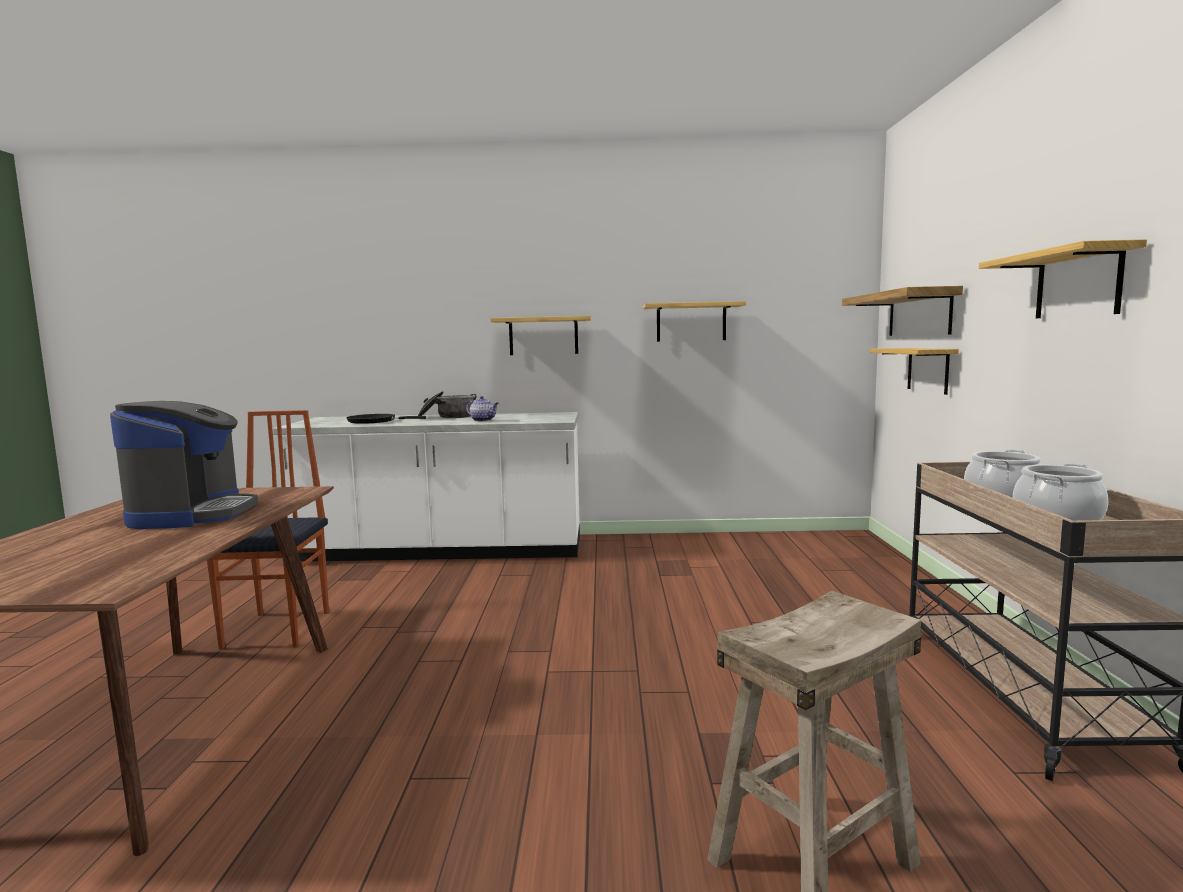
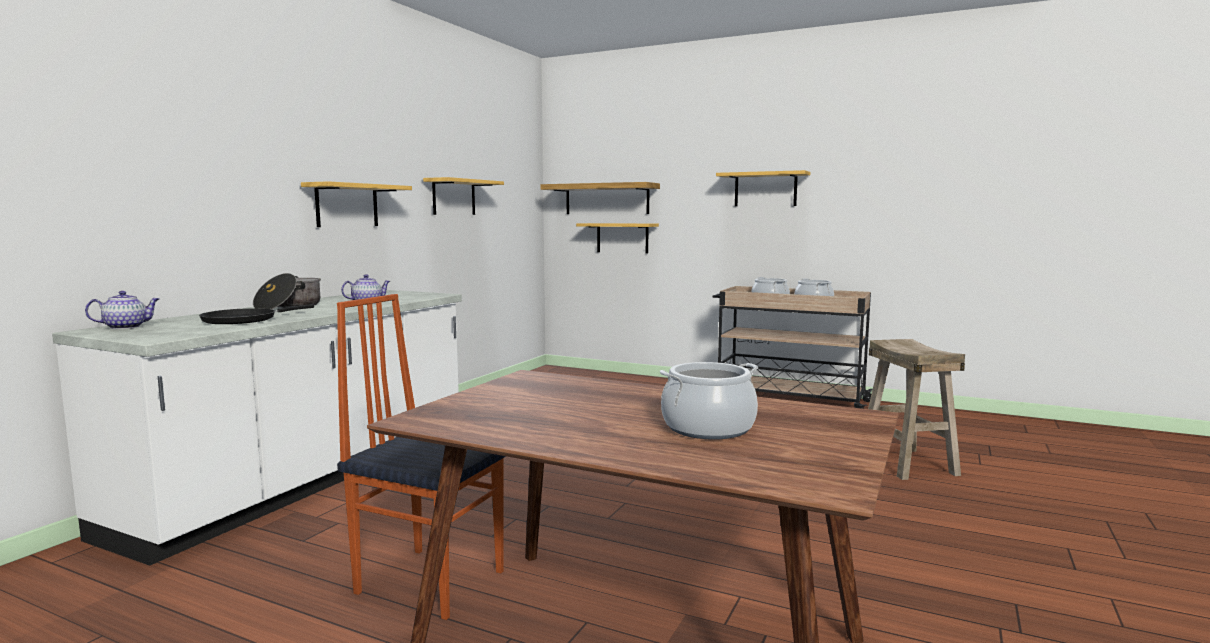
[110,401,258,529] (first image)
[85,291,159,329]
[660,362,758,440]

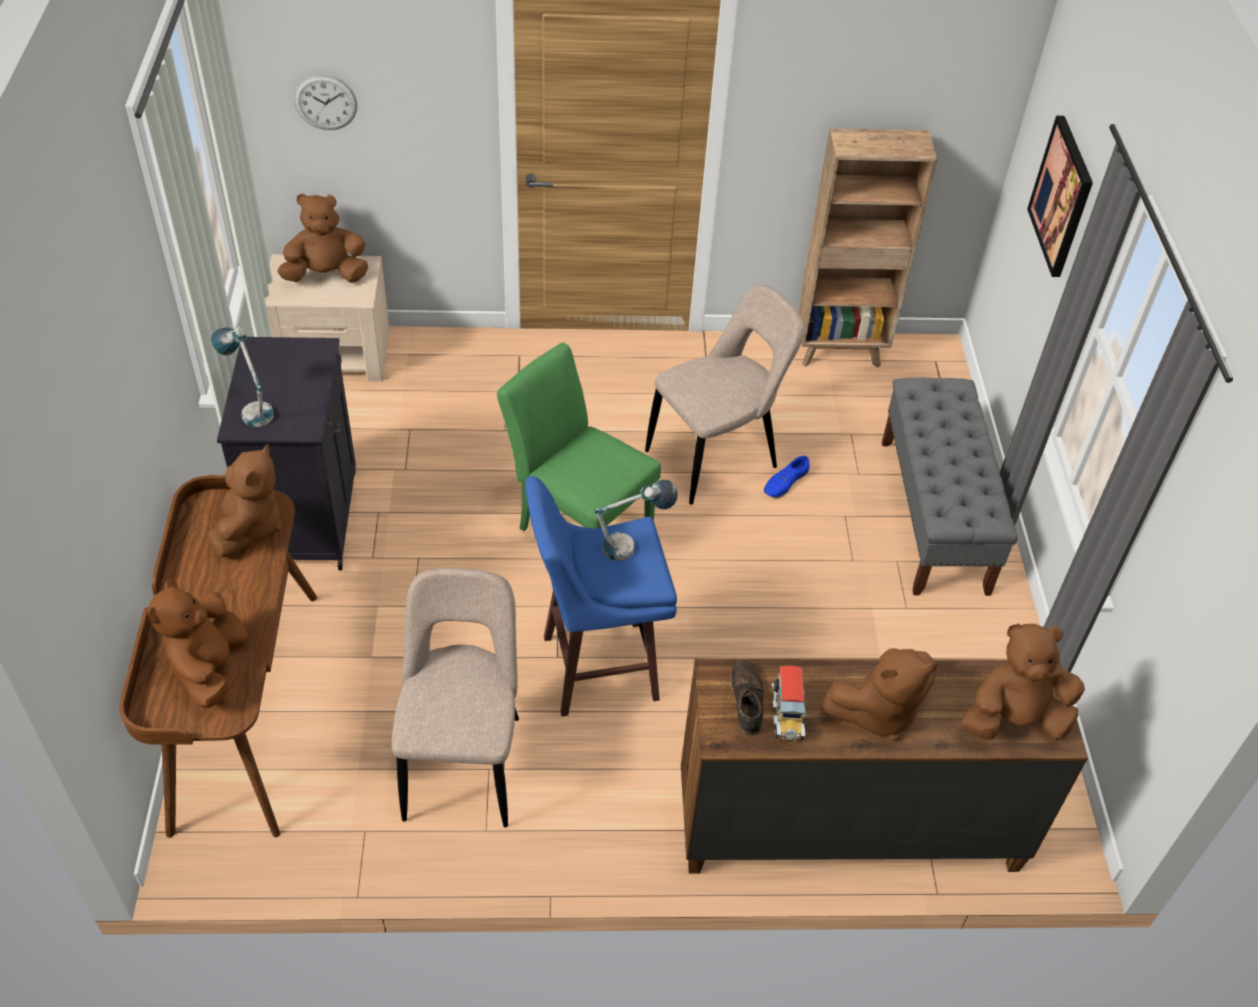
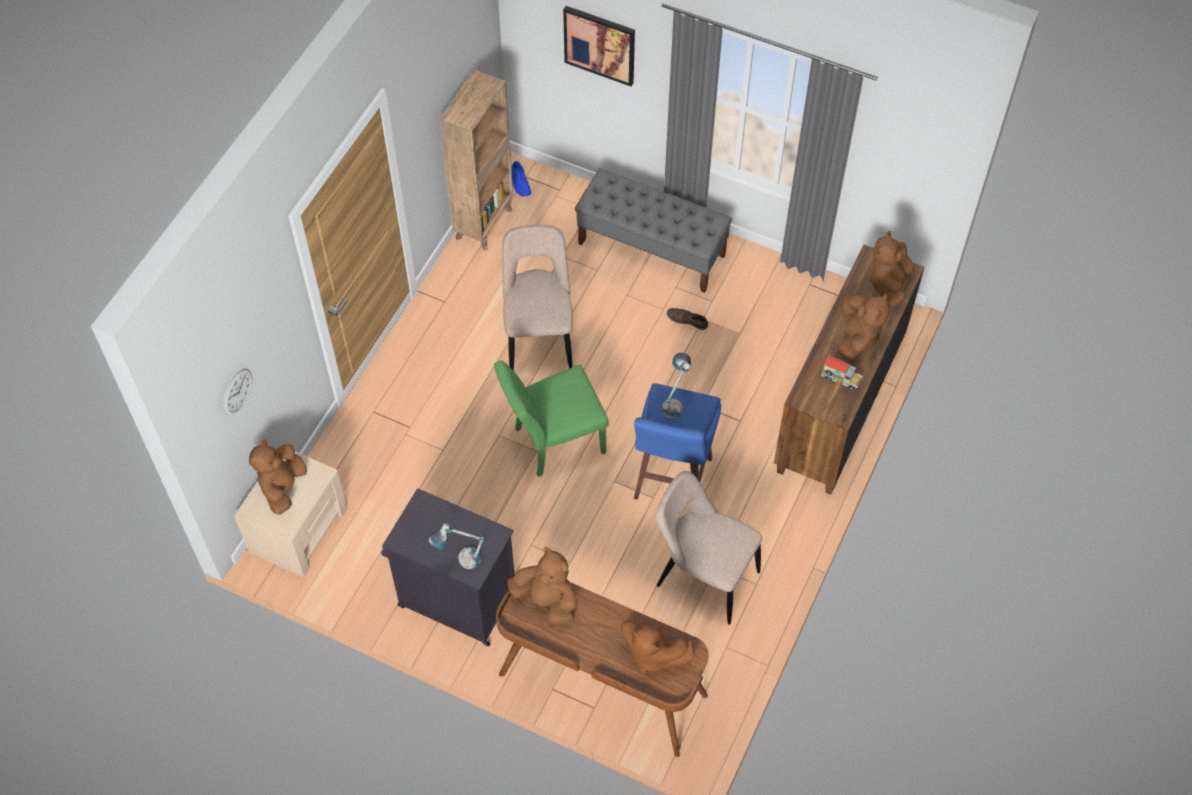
[667,308,708,330]
[512,161,531,197]

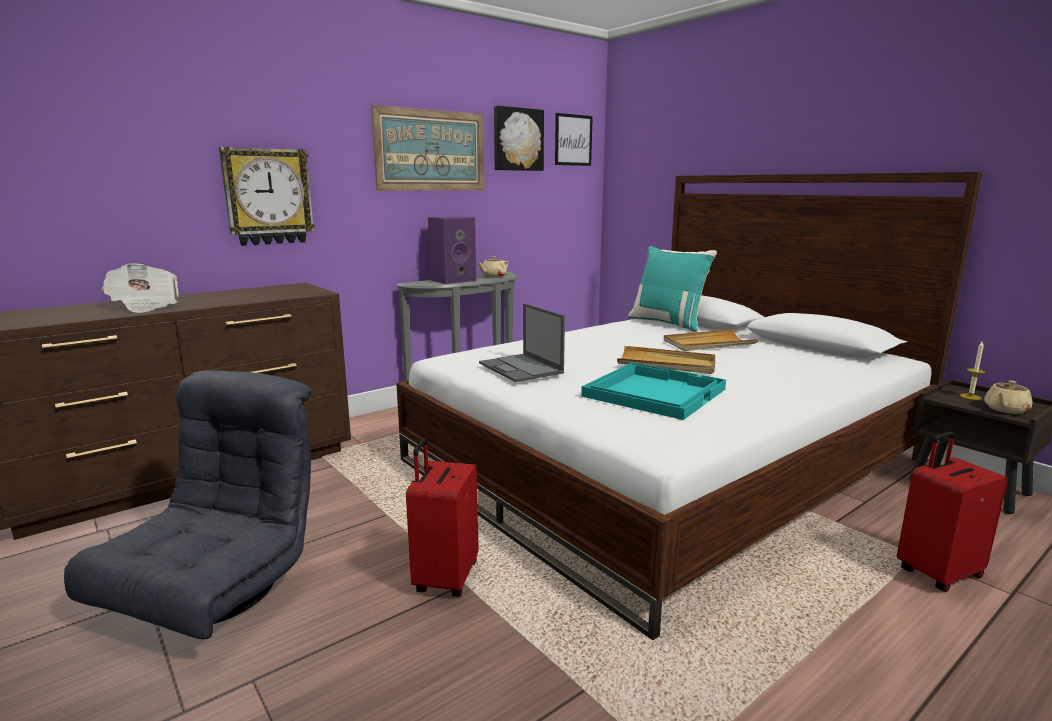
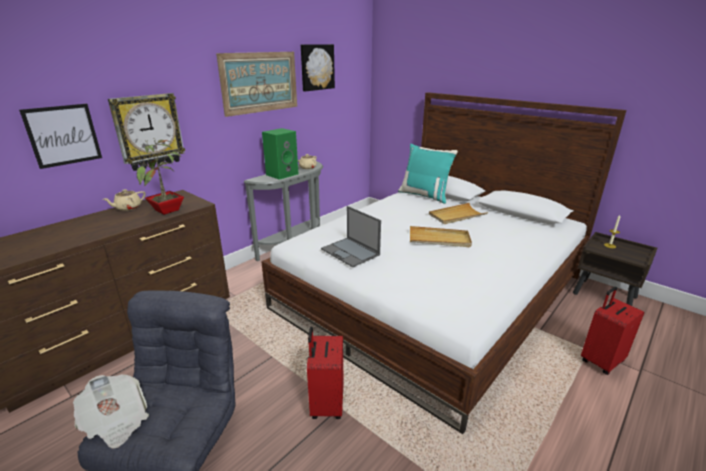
[73,374,149,448]
[262,128,298,180]
[19,104,102,169]
[581,362,726,420] (first image)
[103,189,146,211]
[132,138,184,215]

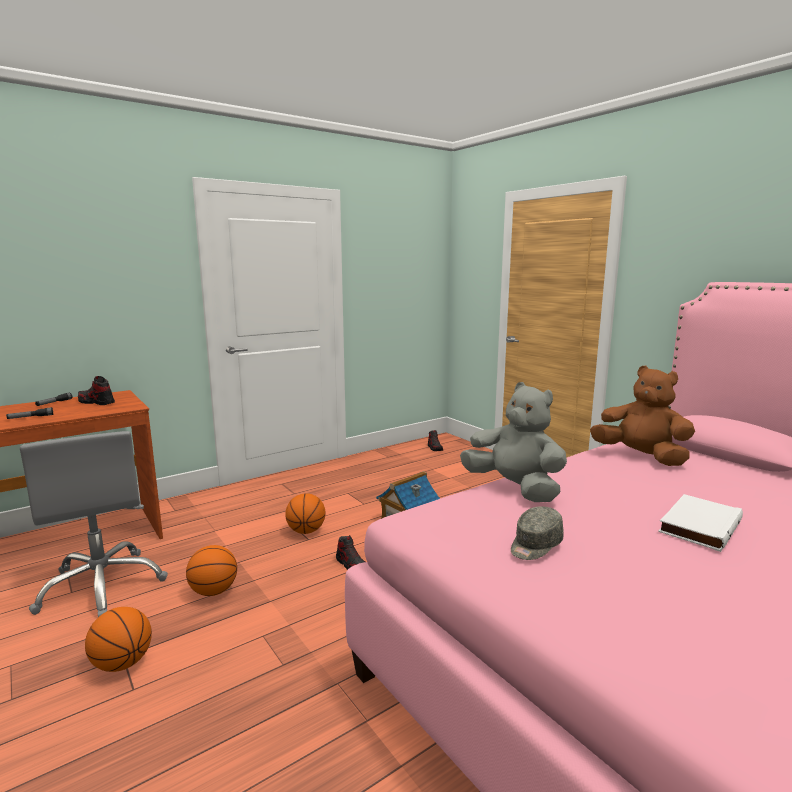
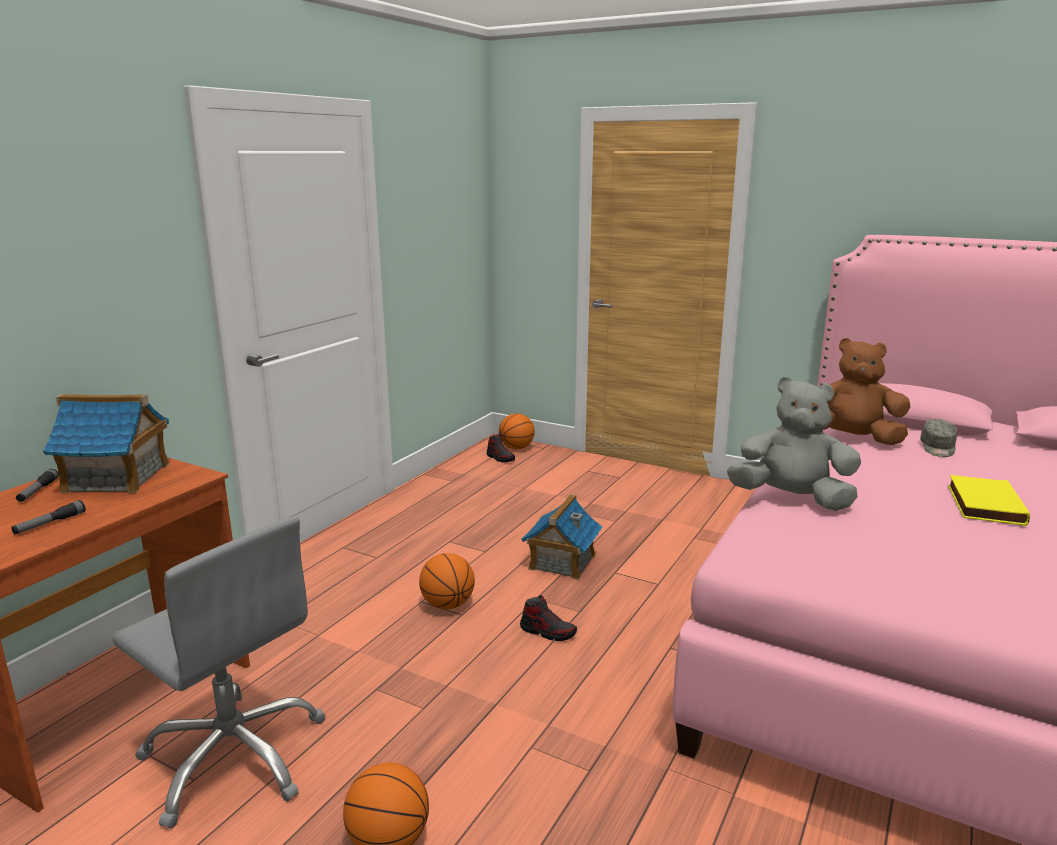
[43,394,169,494]
[499,413,535,449]
[920,419,957,457]
[948,475,1030,526]

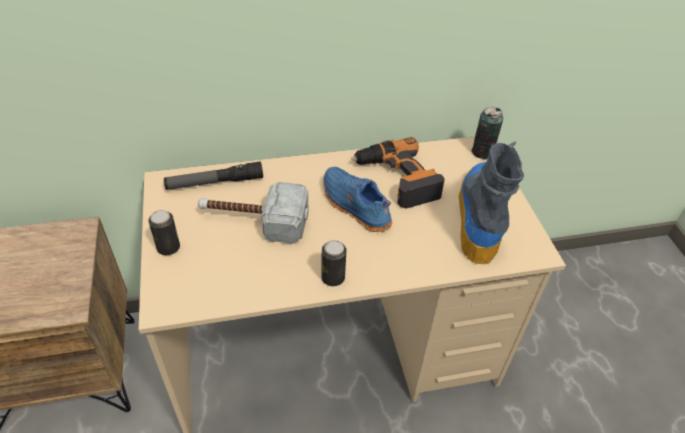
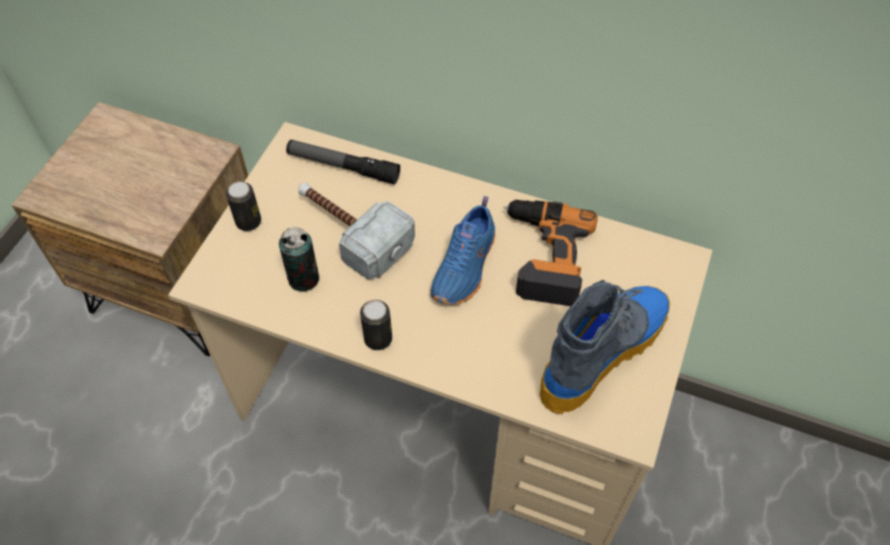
[430,196,495,305]
[279,227,319,292]

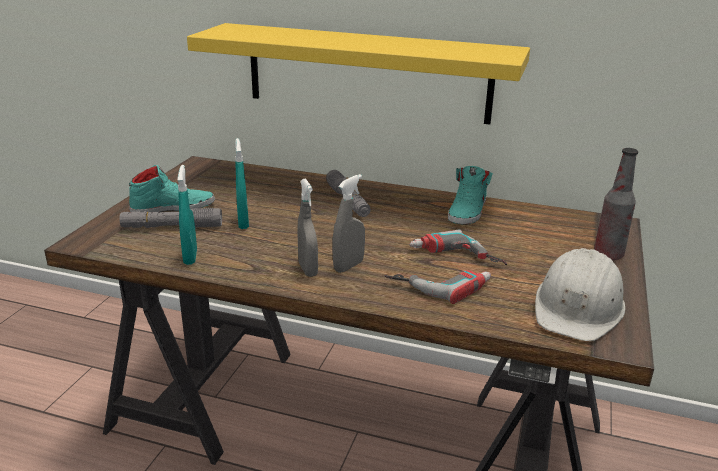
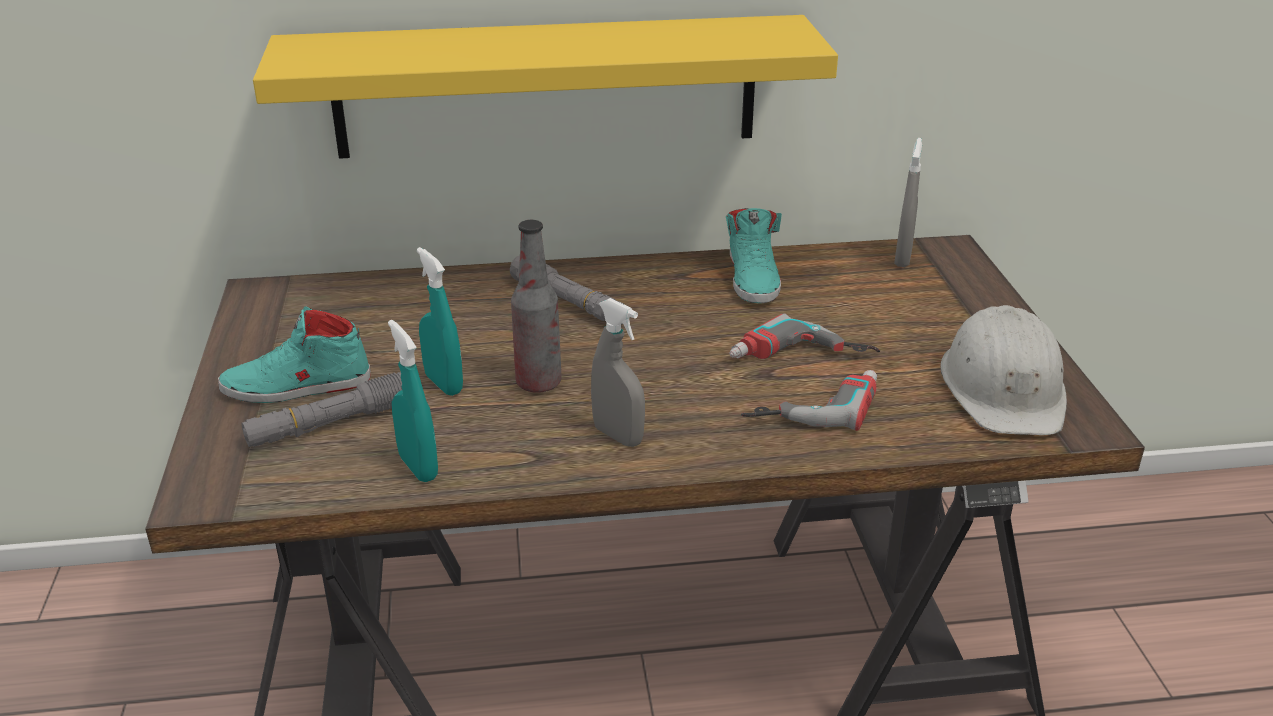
[218,306,371,403]
[894,138,922,267]
[511,220,562,393]

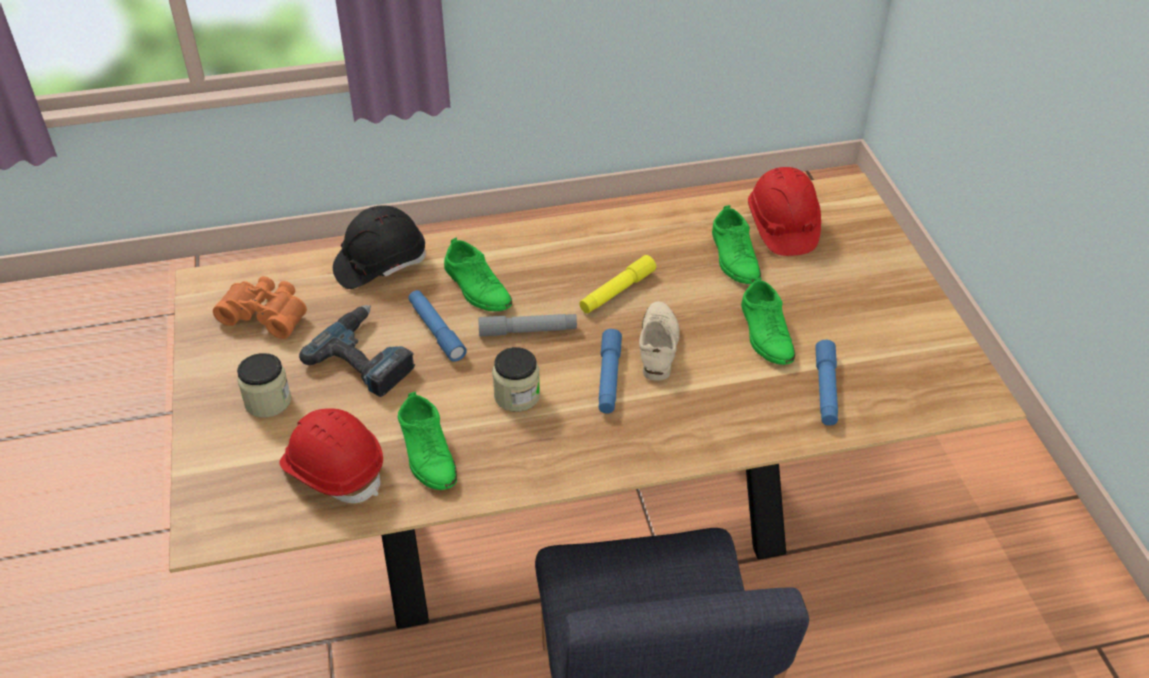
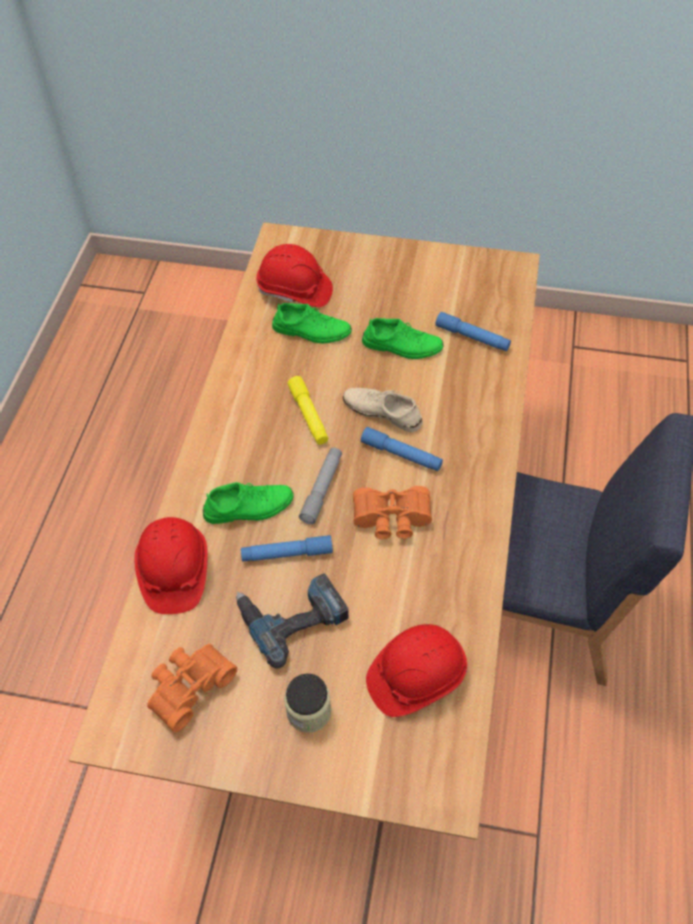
[134,517,208,614]
[398,392,457,490] (first image)
[353,486,432,539]

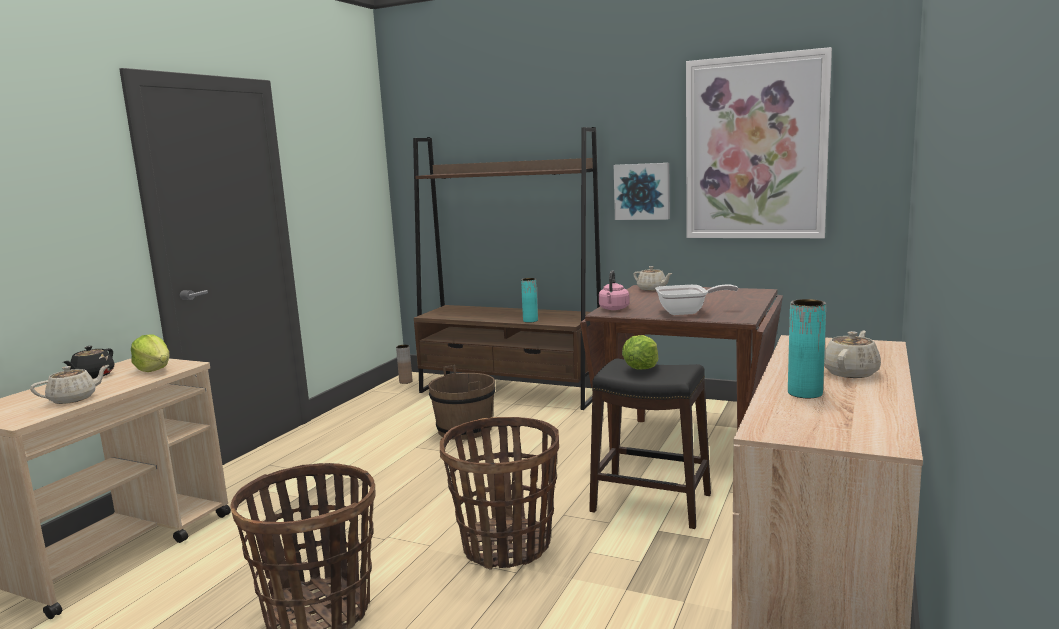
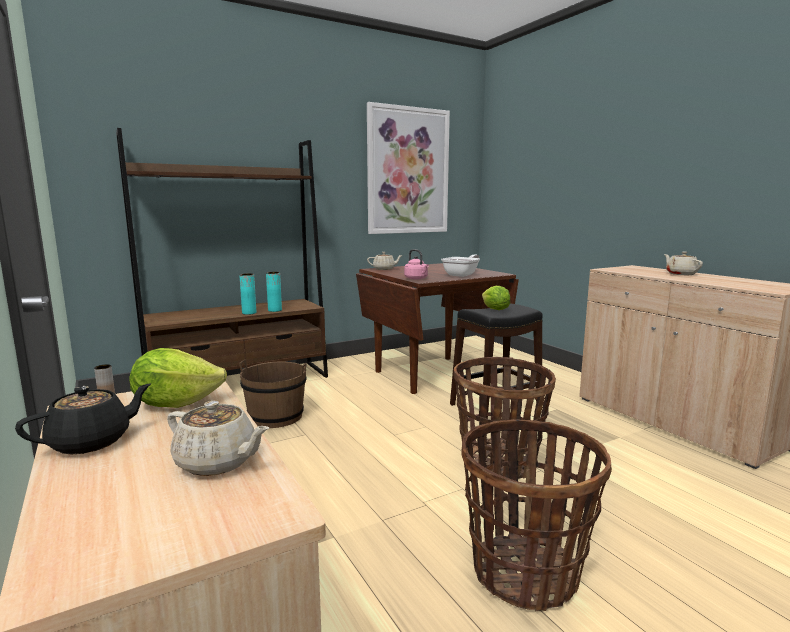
[167,401,269,476]
[15,383,152,455]
[614,163,670,220] (first image)
[239,273,256,315]

